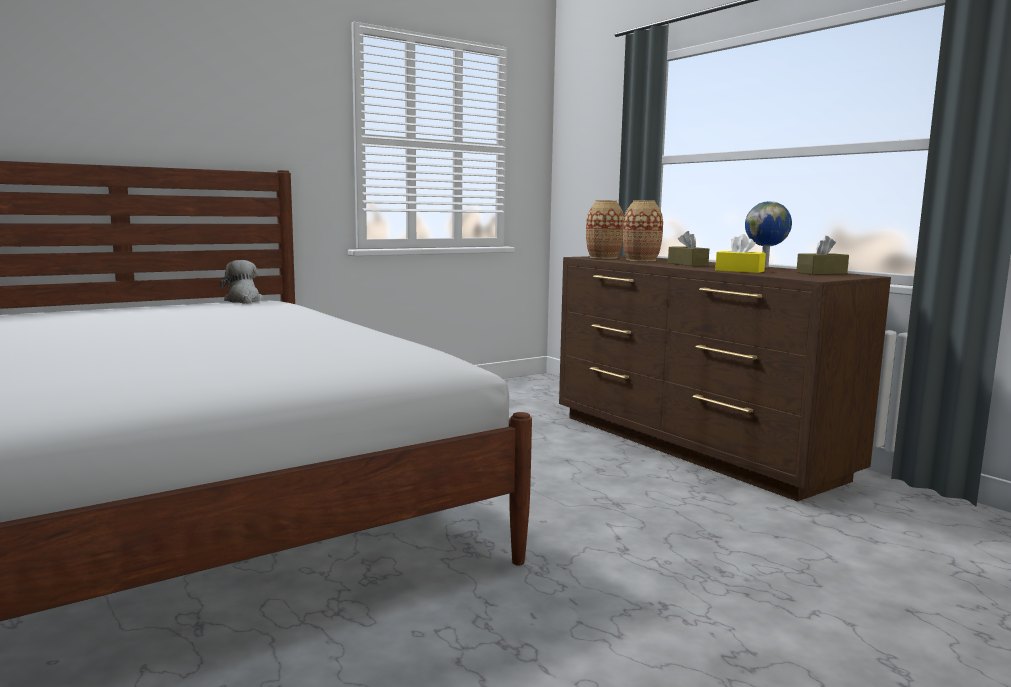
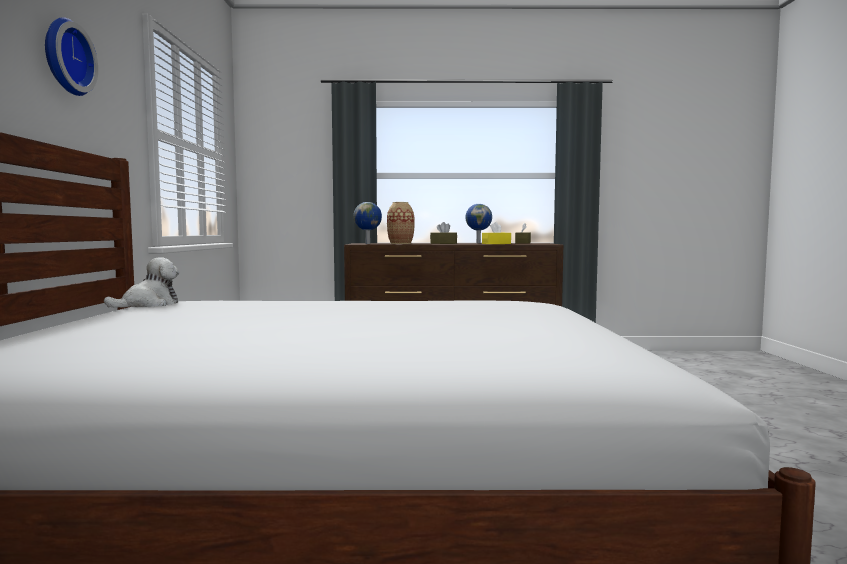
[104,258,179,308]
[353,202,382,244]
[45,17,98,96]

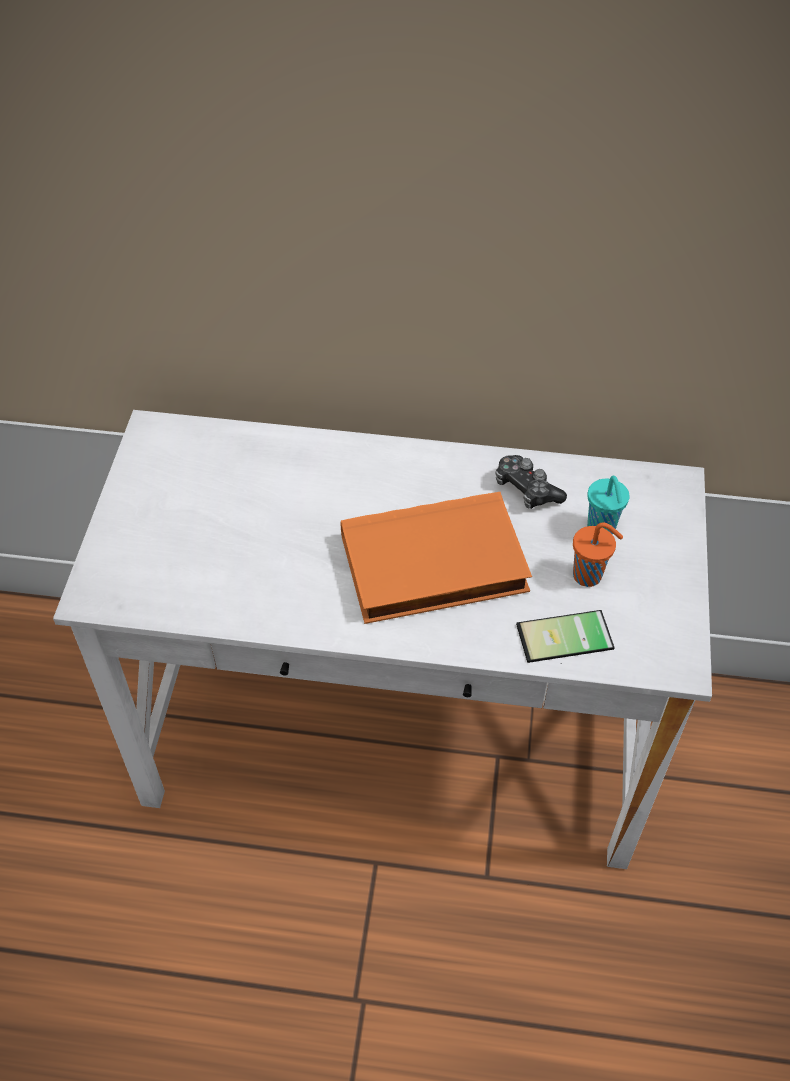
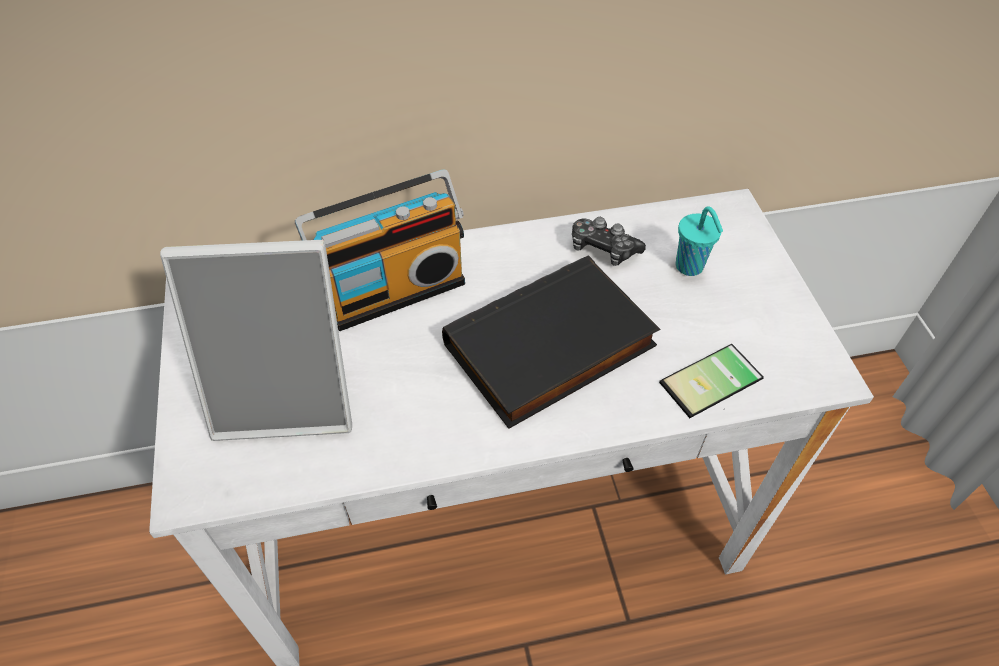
[442,255,660,429]
[573,522,623,587] (first image)
[160,240,352,441]
[295,169,465,331]

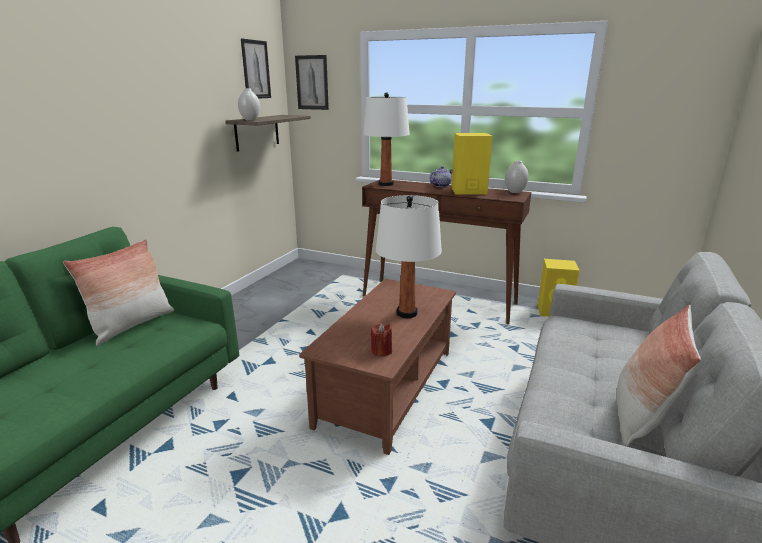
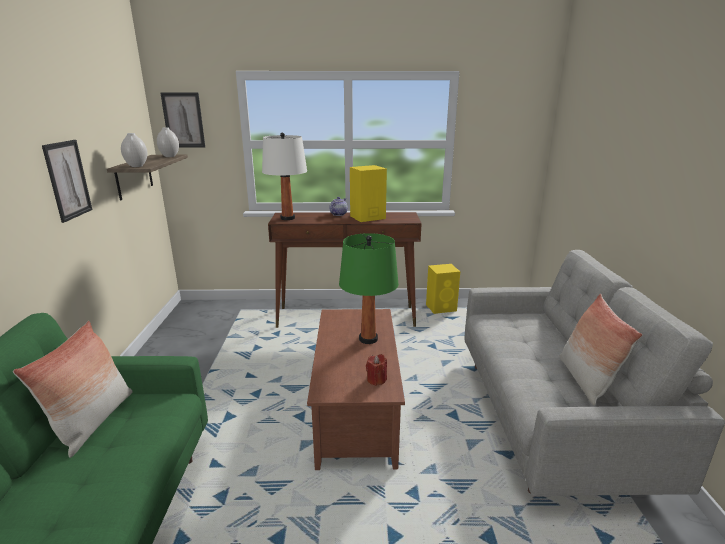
[42,140,92,223]
[339,233,399,344]
[157,127,179,157]

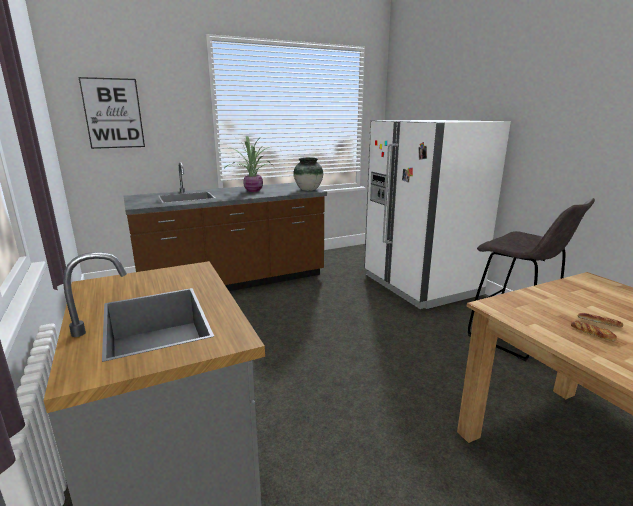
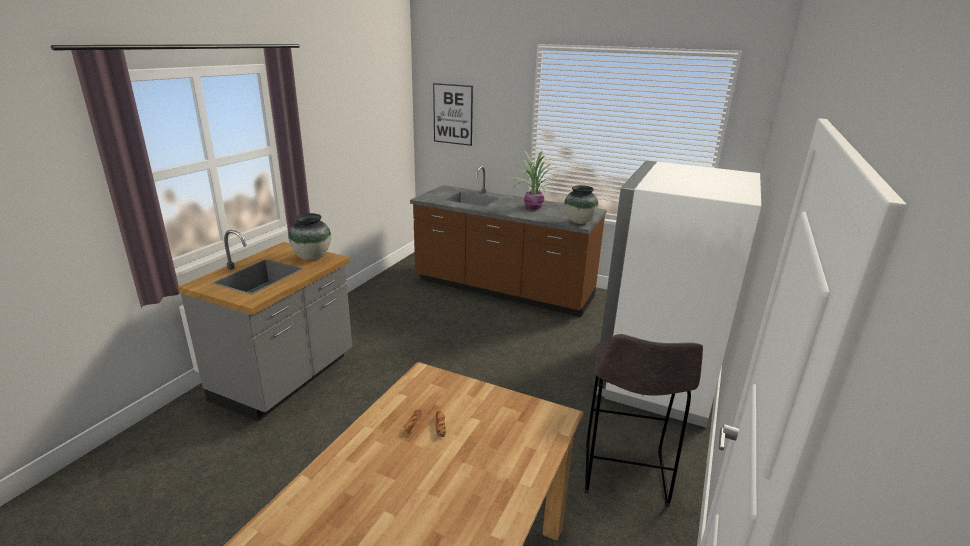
[288,213,331,260]

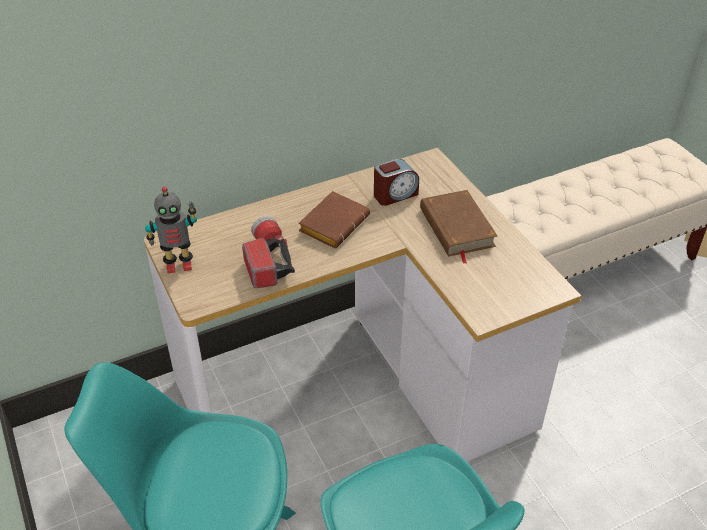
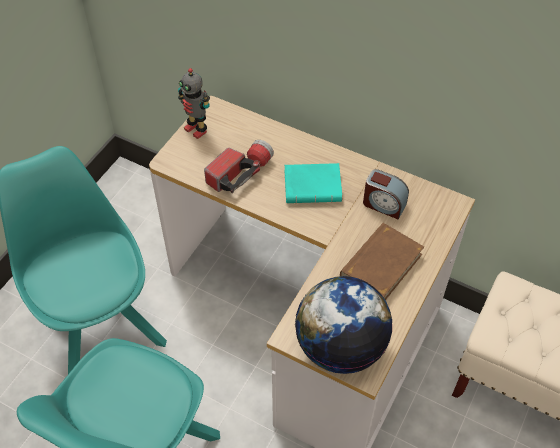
[285,163,342,203]
[295,276,392,374]

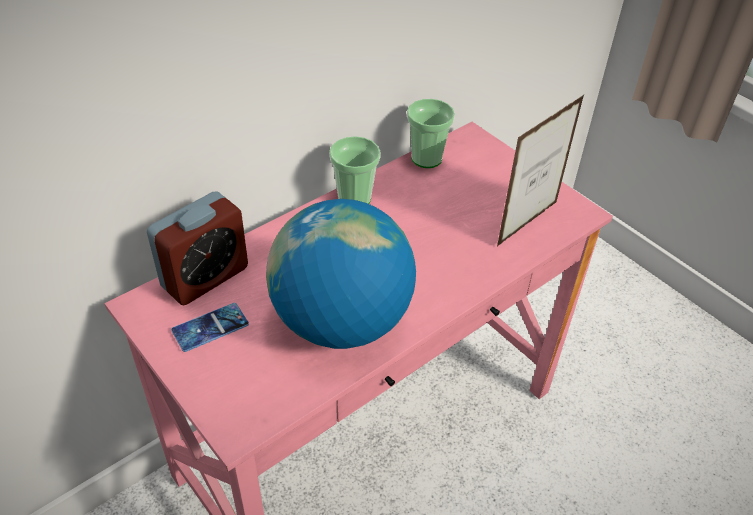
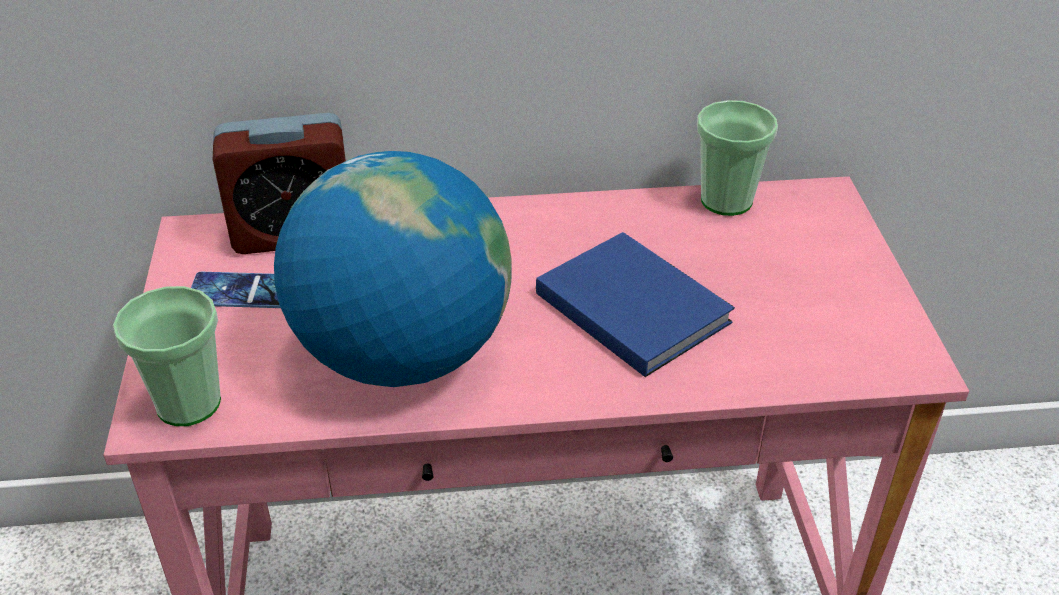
[113,286,221,426]
[497,95,584,246] (first image)
[536,232,735,377]

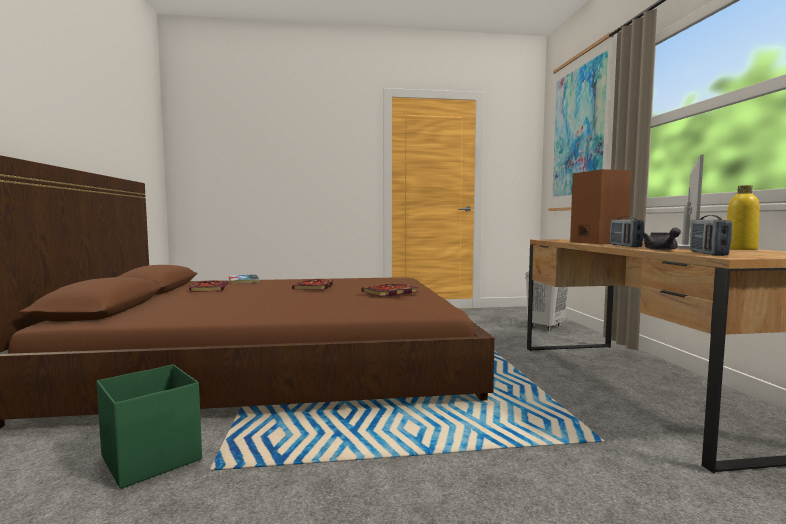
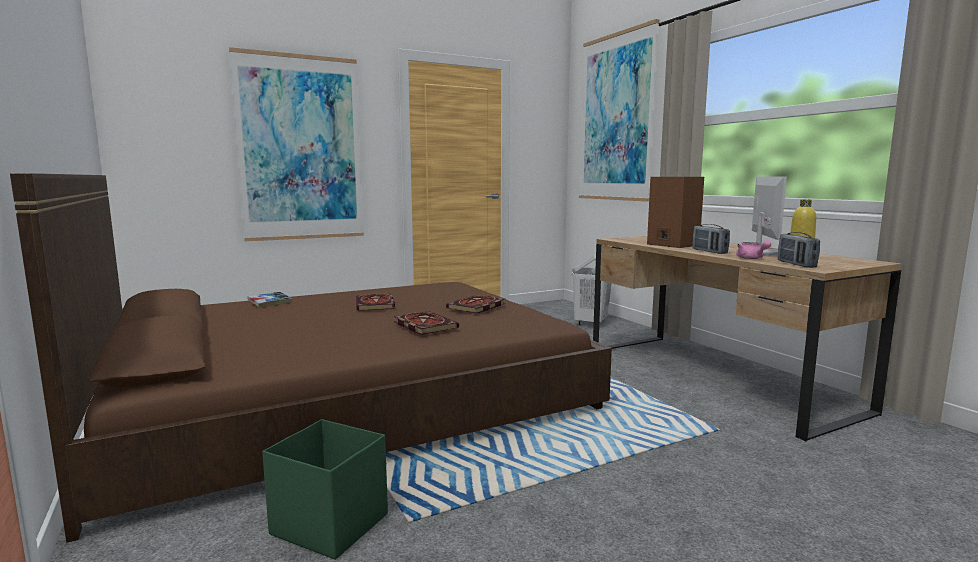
[394,311,459,335]
[736,240,771,259]
[229,47,364,241]

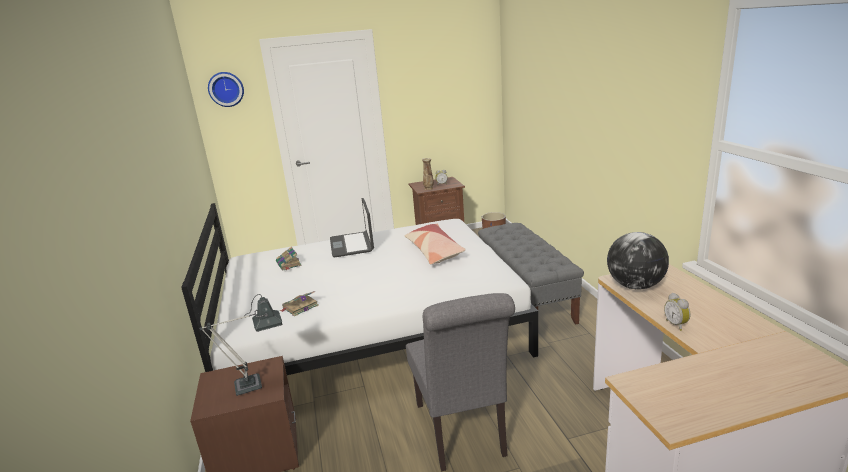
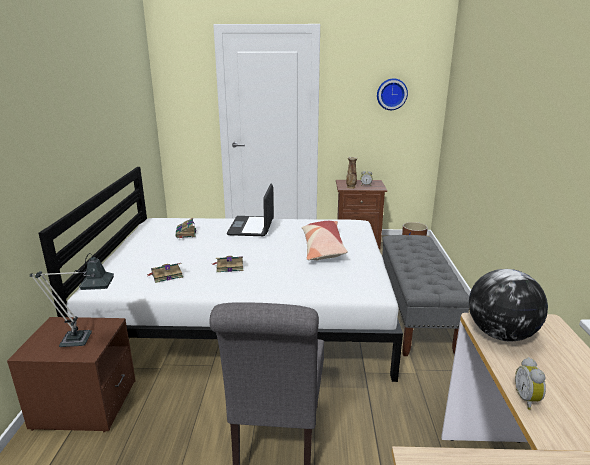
[377,78,408,110]
[212,256,243,272]

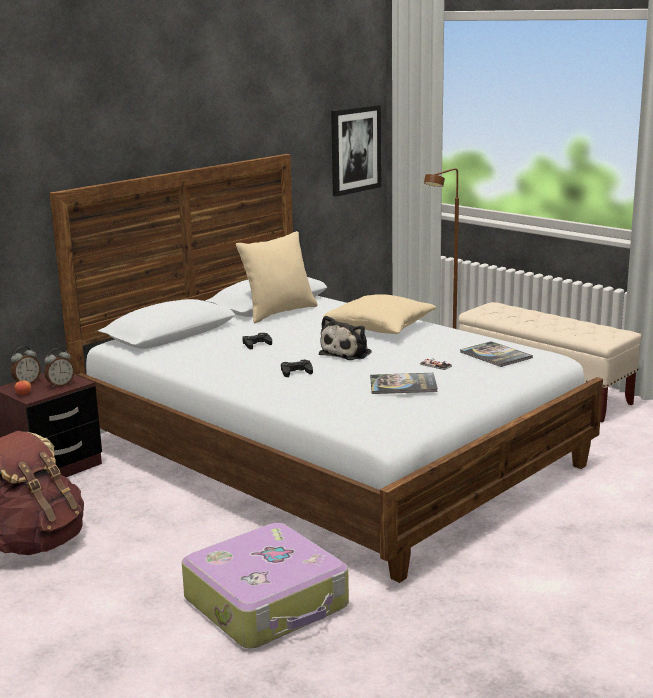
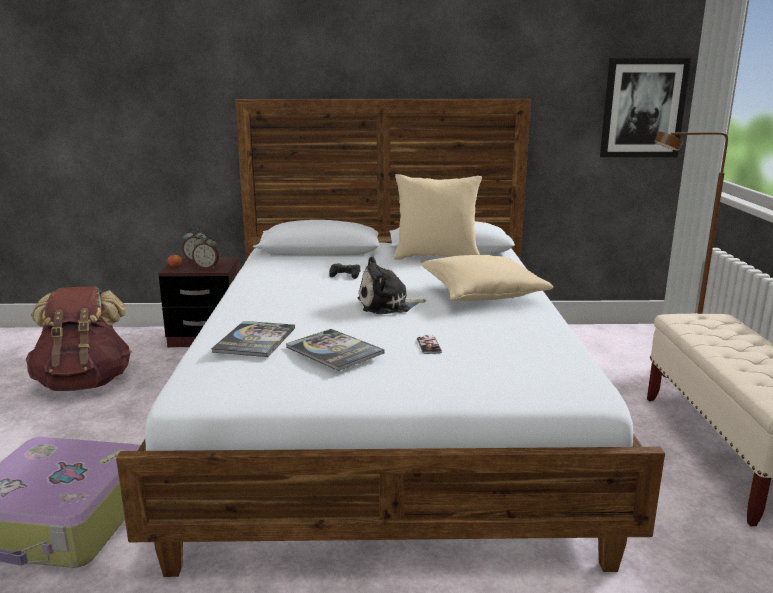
[281,360,313,377] (first image)
[211,321,295,357]

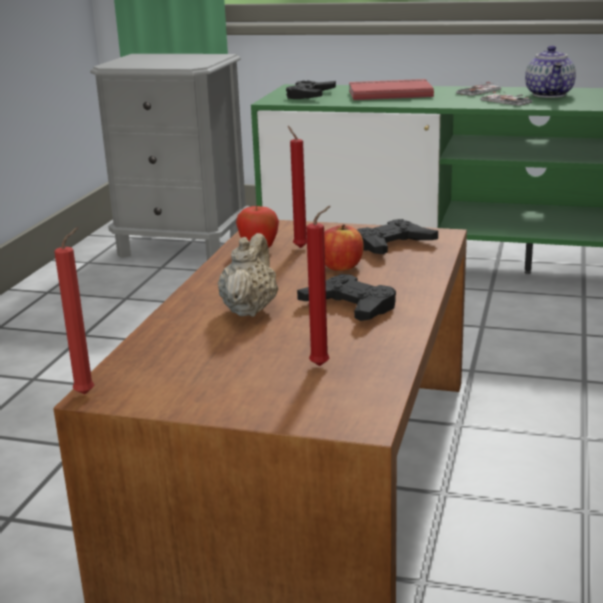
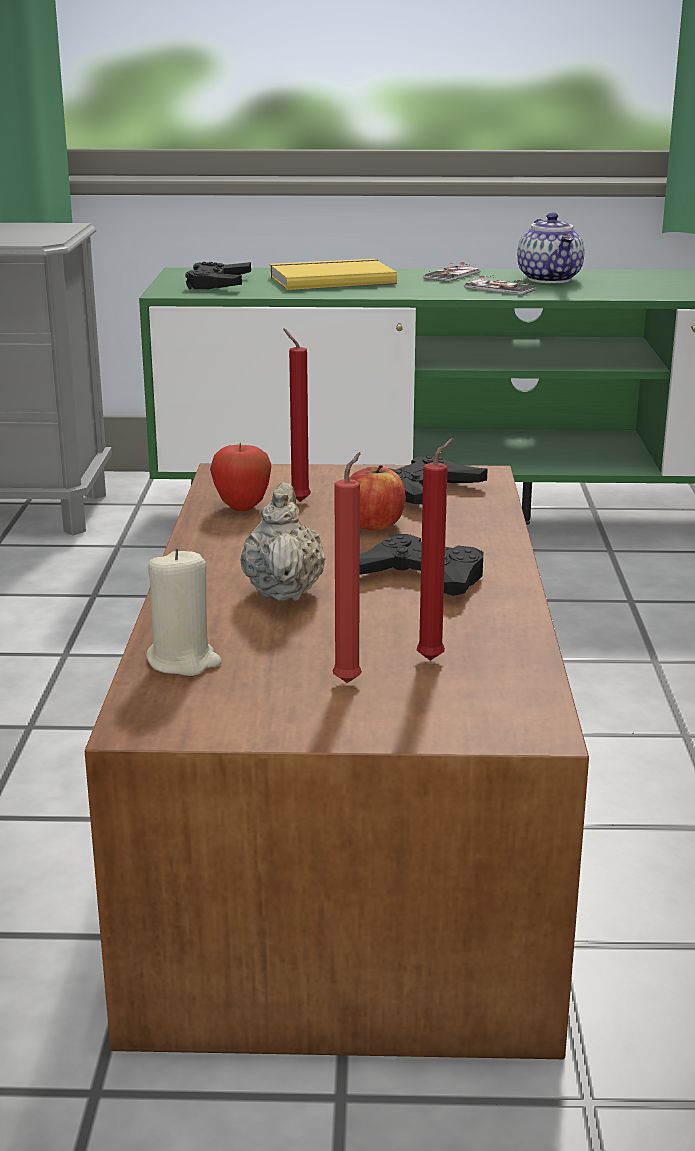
[333,452,362,683]
[269,259,397,290]
[146,548,222,676]

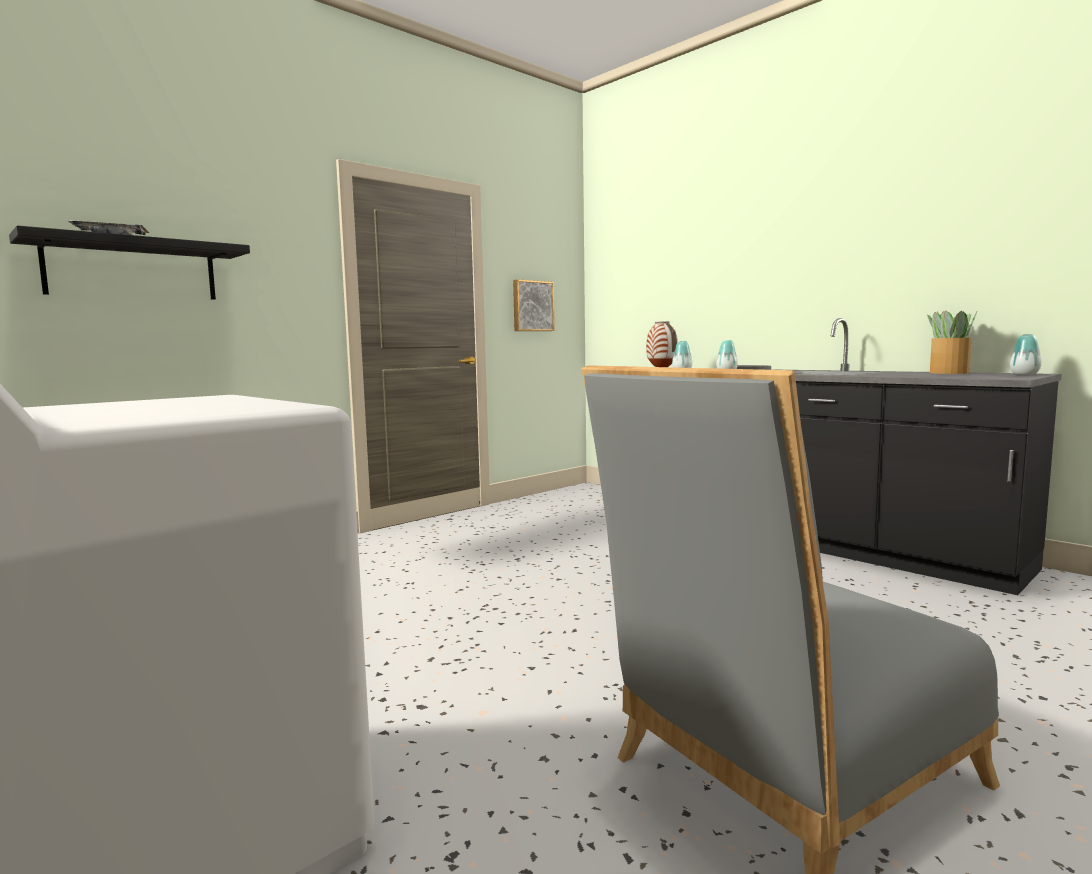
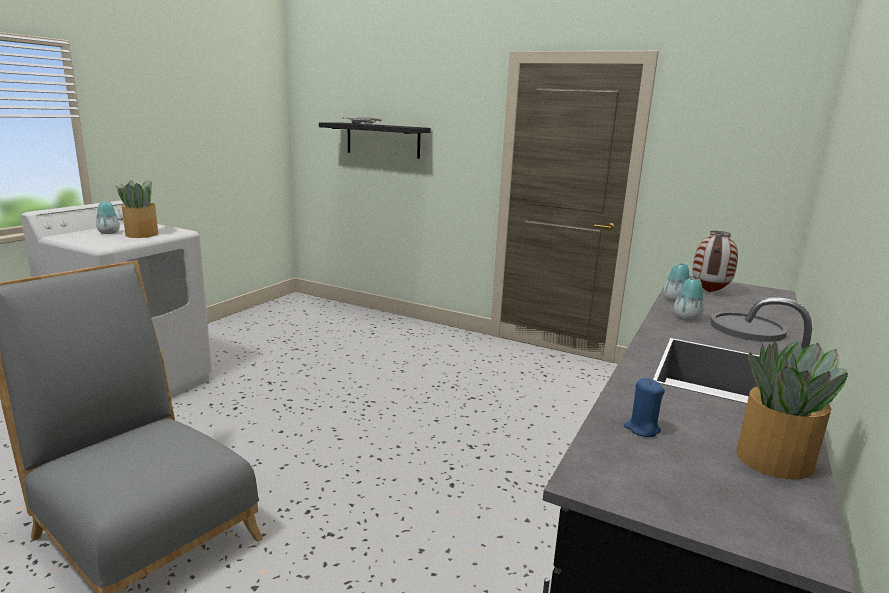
[513,279,555,331] (first image)
[96,201,120,234]
[116,180,158,238]
[624,378,665,437]

